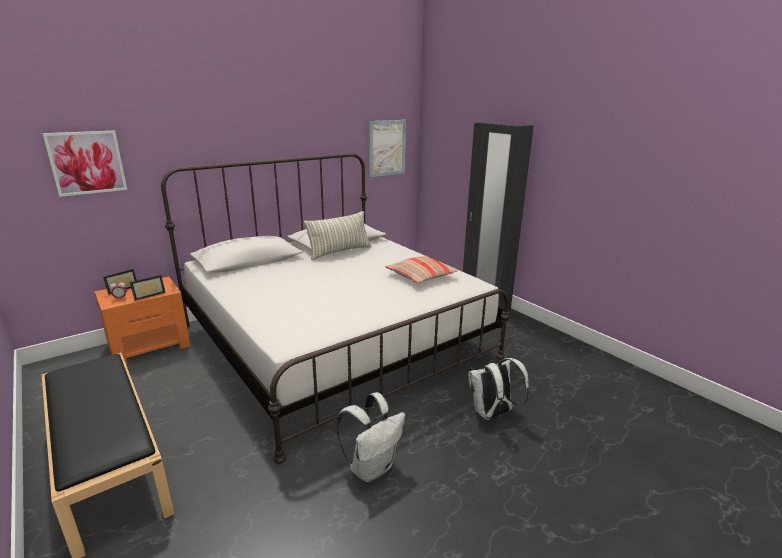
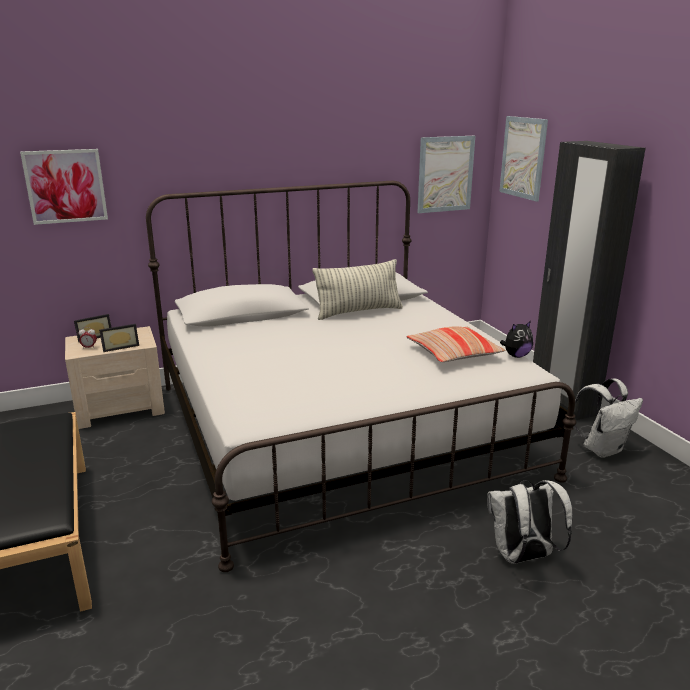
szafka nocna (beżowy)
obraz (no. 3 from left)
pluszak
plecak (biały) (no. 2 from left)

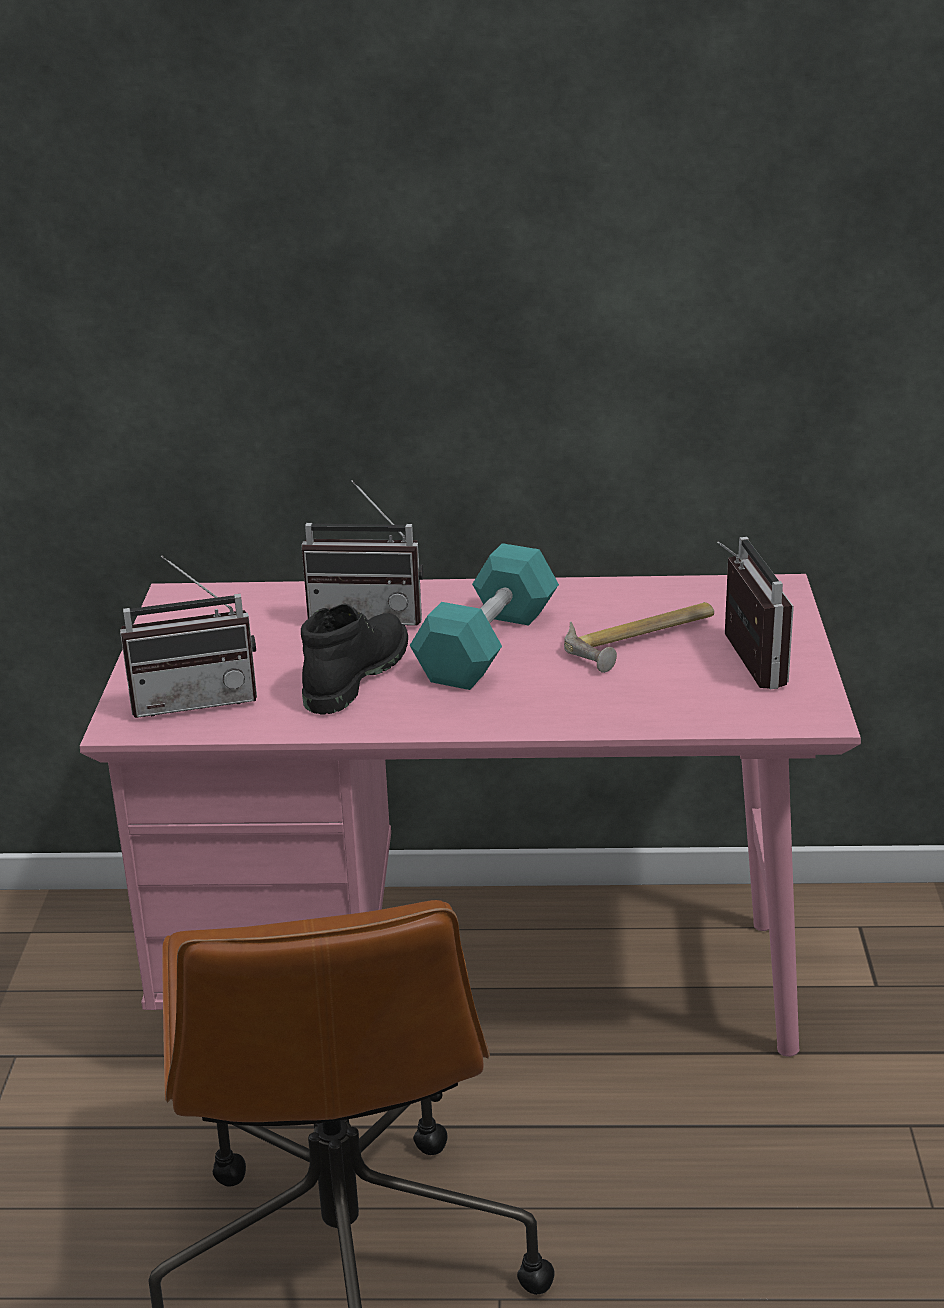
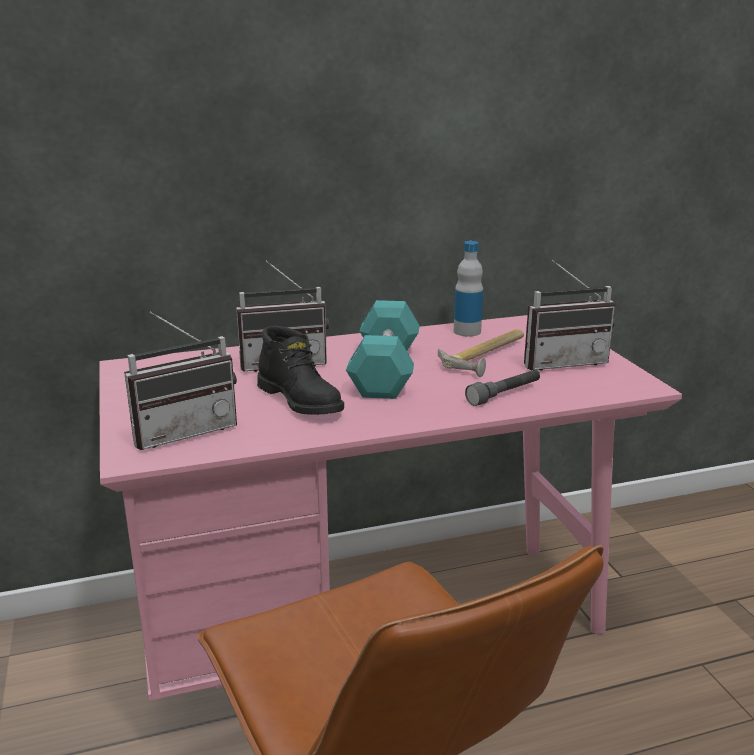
but z cholewką (czarny)
butelka
latarka (szary)
radio (no. 3 from left)

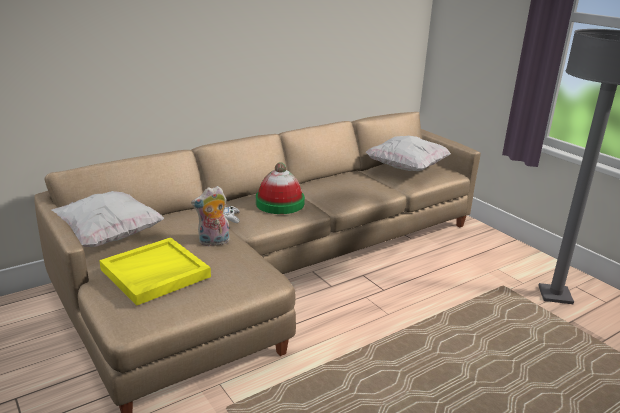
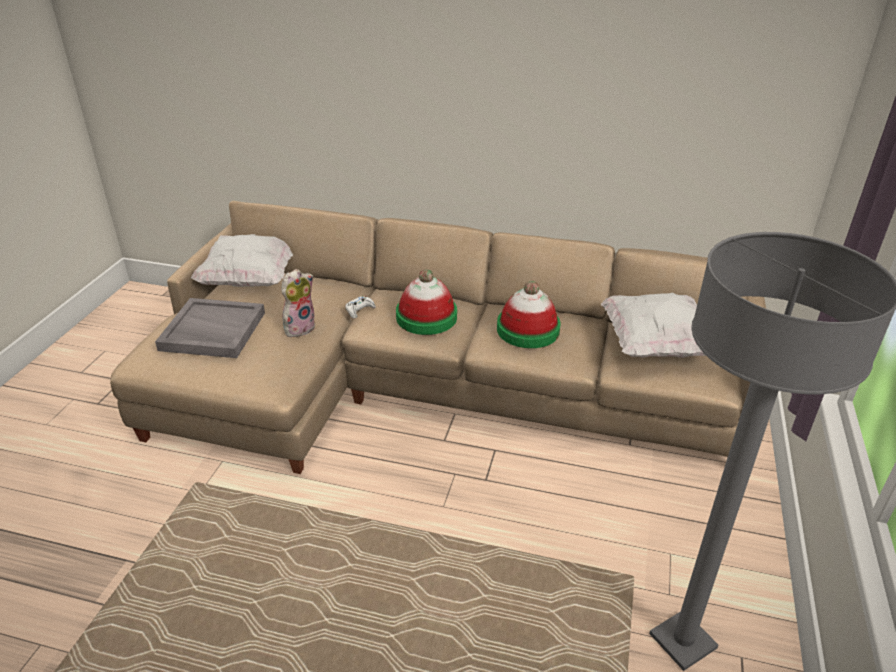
taca (szary)
pluszak
kapelusz (no. 2 from left)

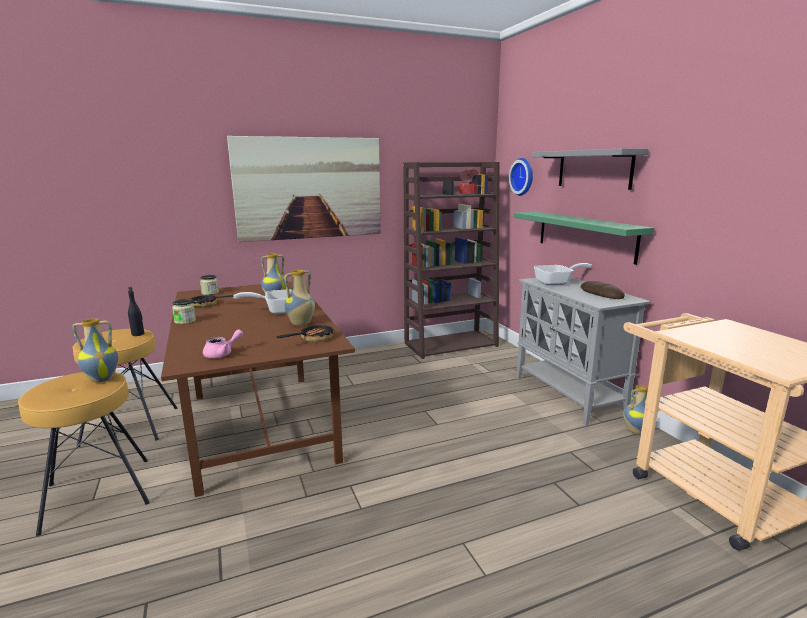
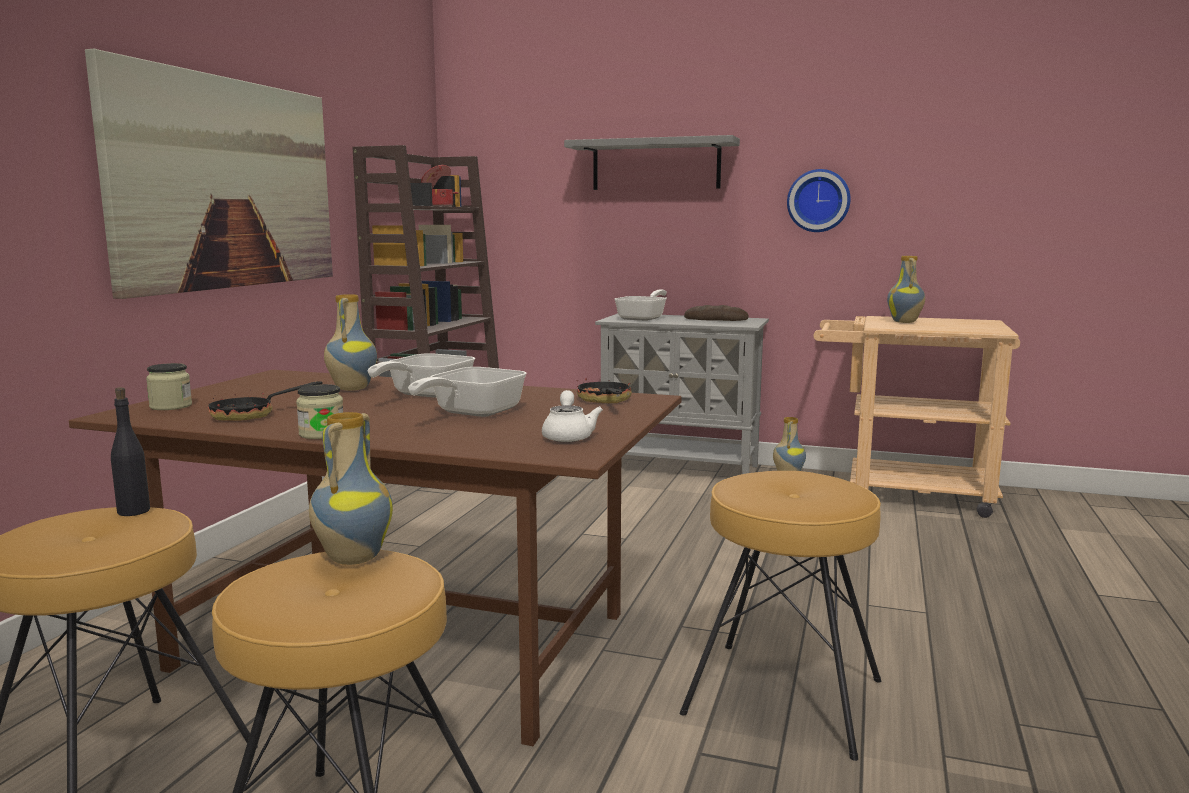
patelnia (no. 3 from left)
imbryk (biały)
stołek (brązowy) (no. 3 from left)
zegar ścienny
wazon (no. 4 from left)
półka (zielony)

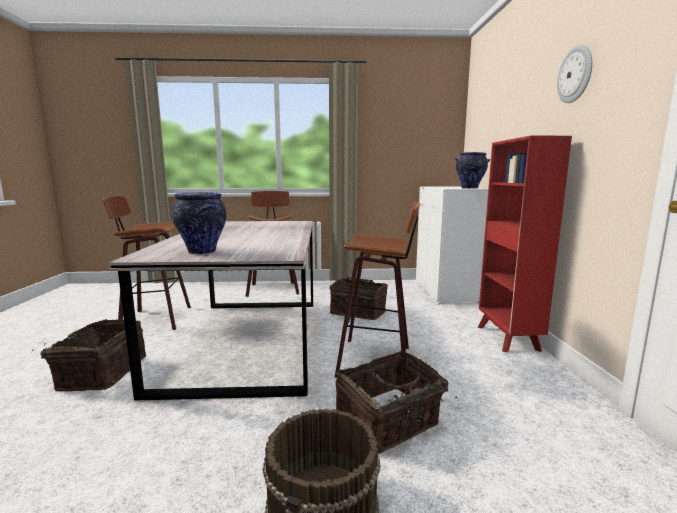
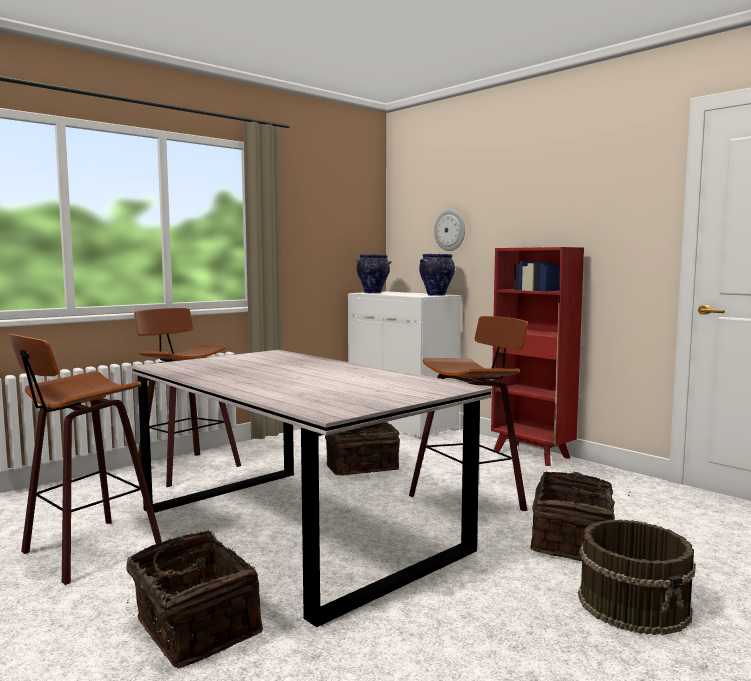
wazon (no. 1 from left)
zegar ścienny

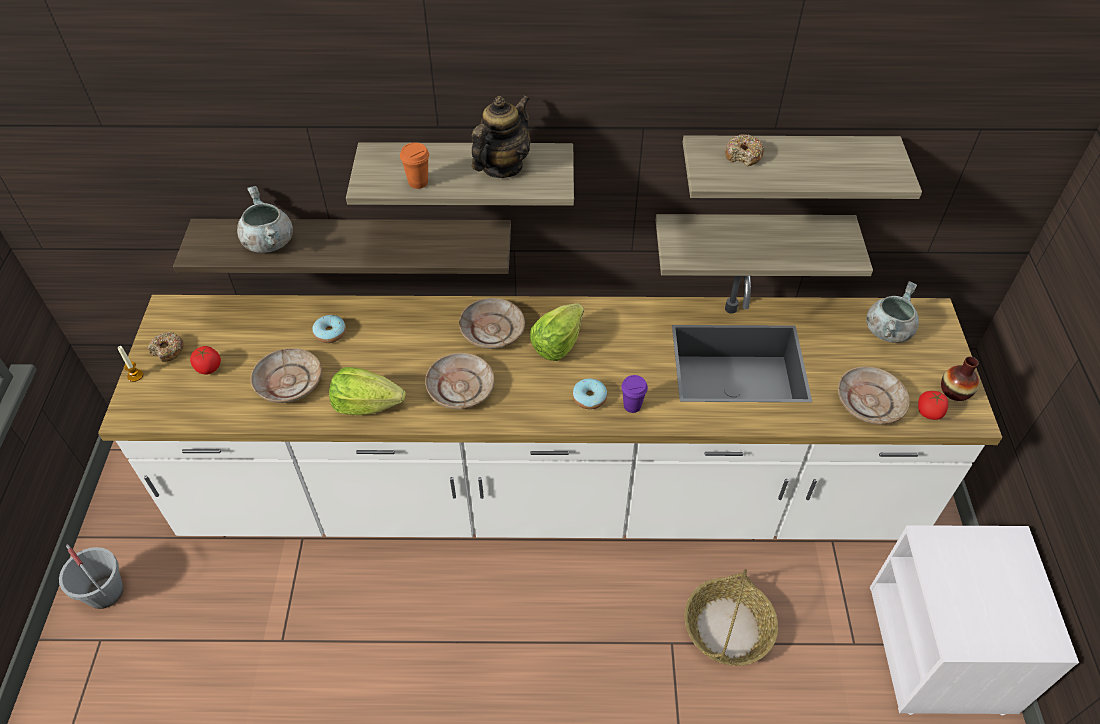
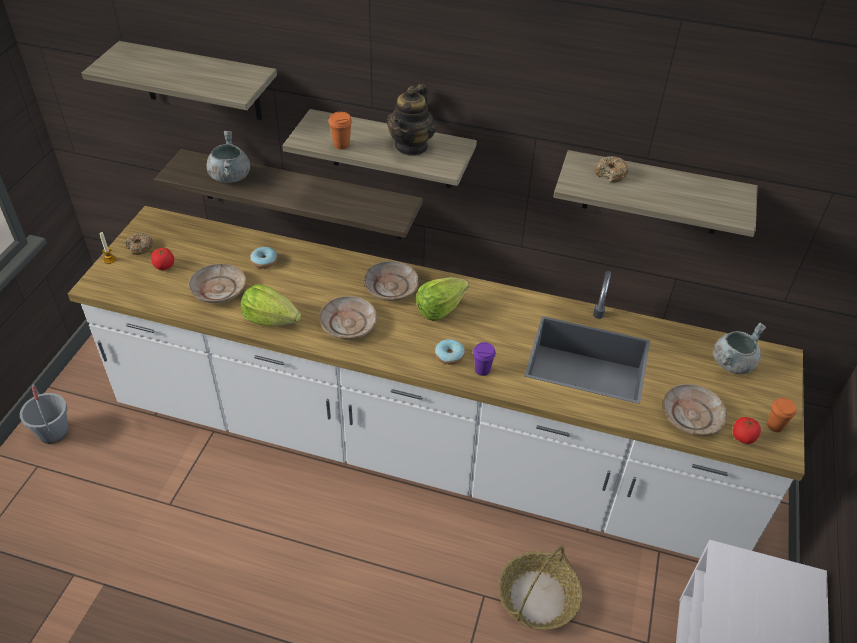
półka (no. 1 from left)
imbryk
filiżanka (pomarańczowy) (no. 2 from left)

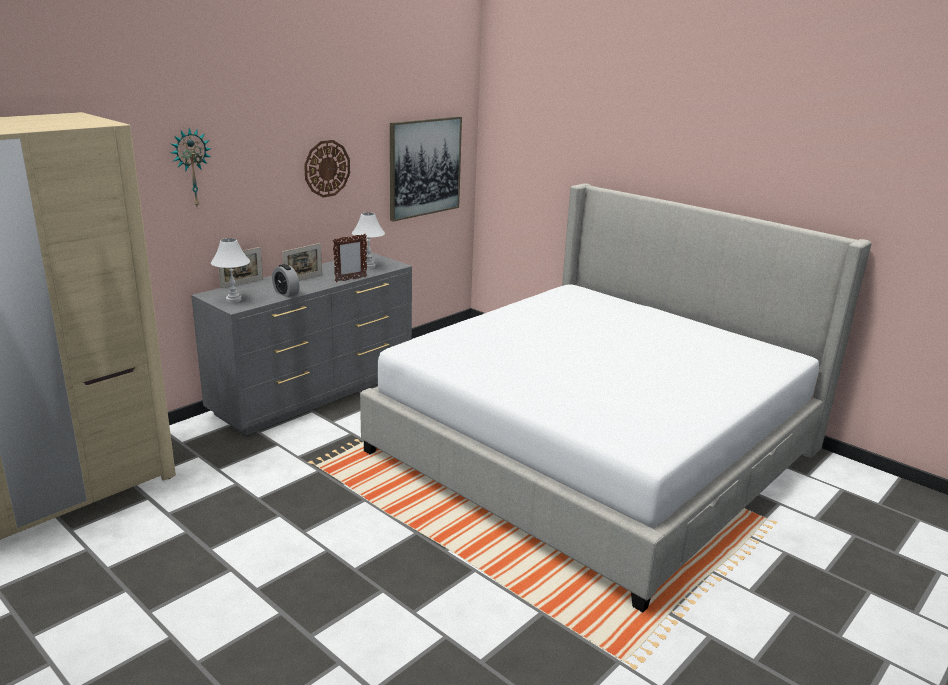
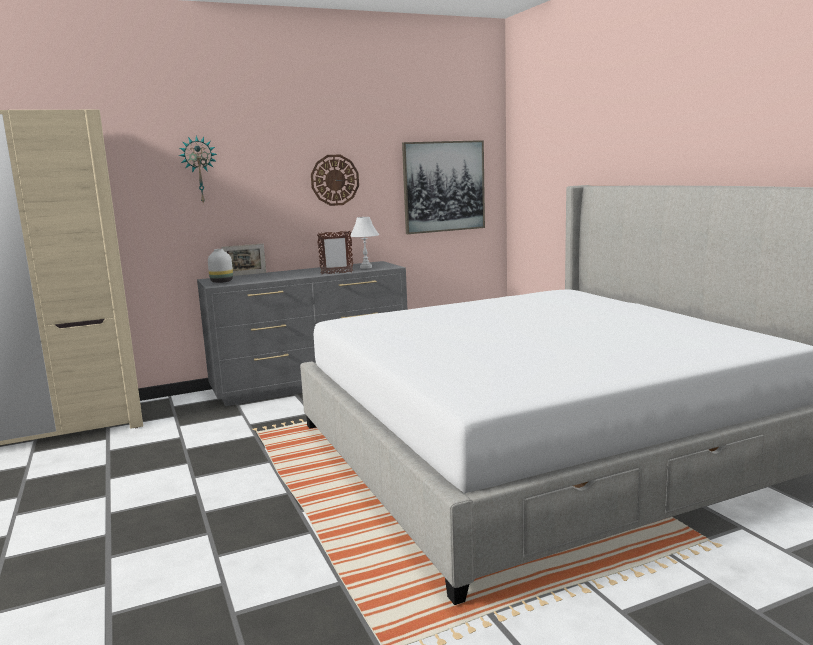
wazon (biały)
budzik
ramka na zdjęcie (no. 2 from left in the first image)

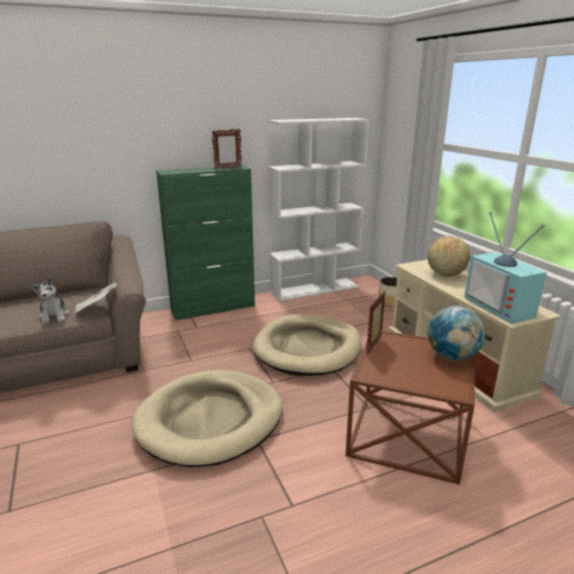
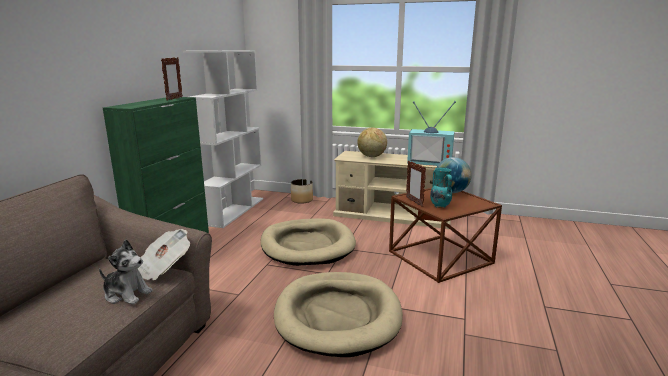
wazon (turkusowy)

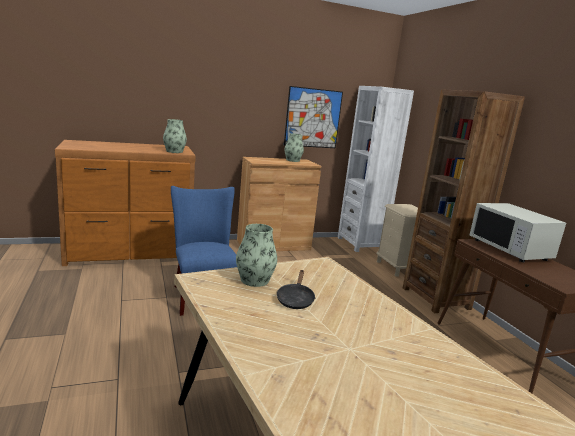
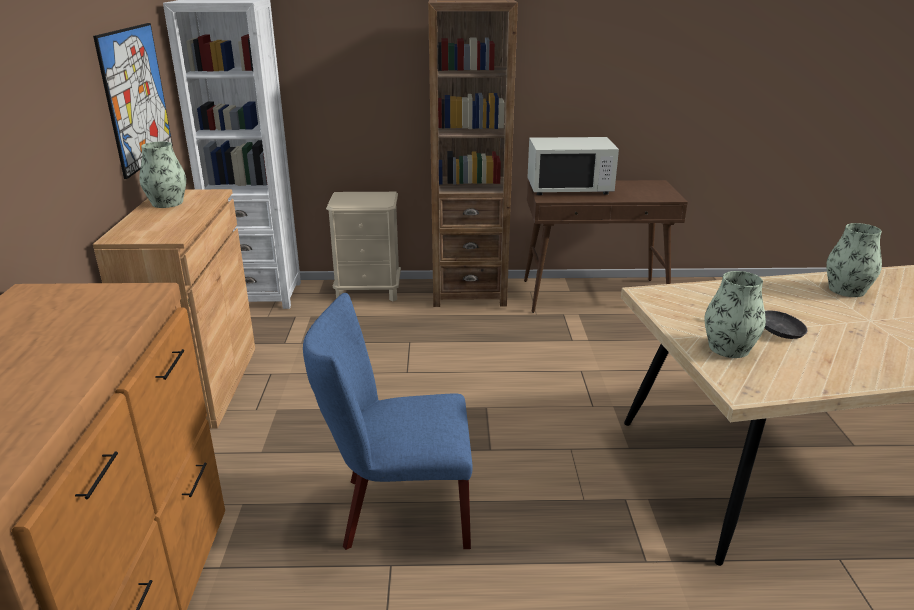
wazon (no. 3 from left)

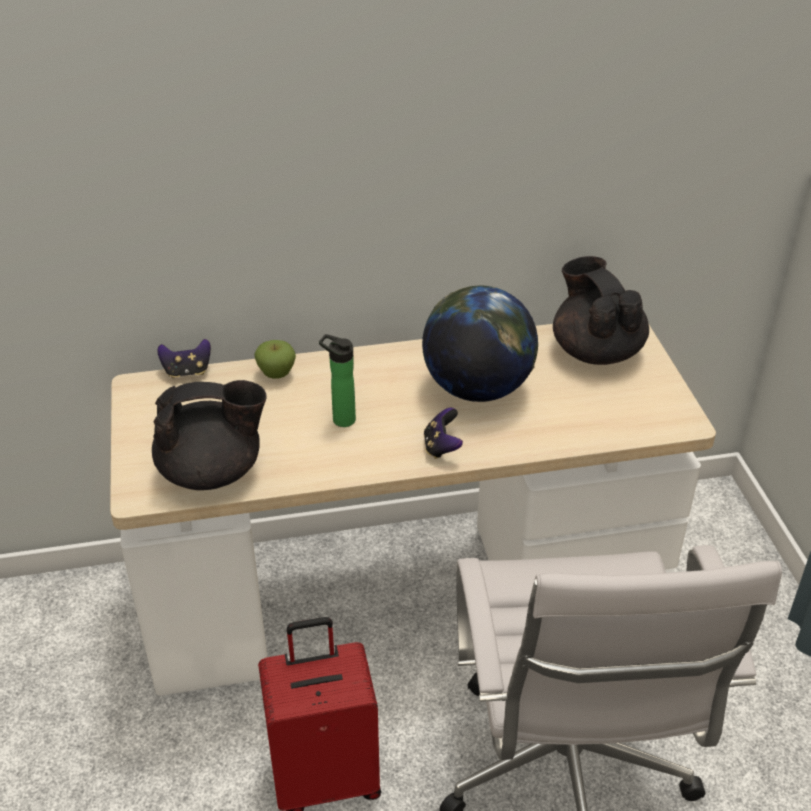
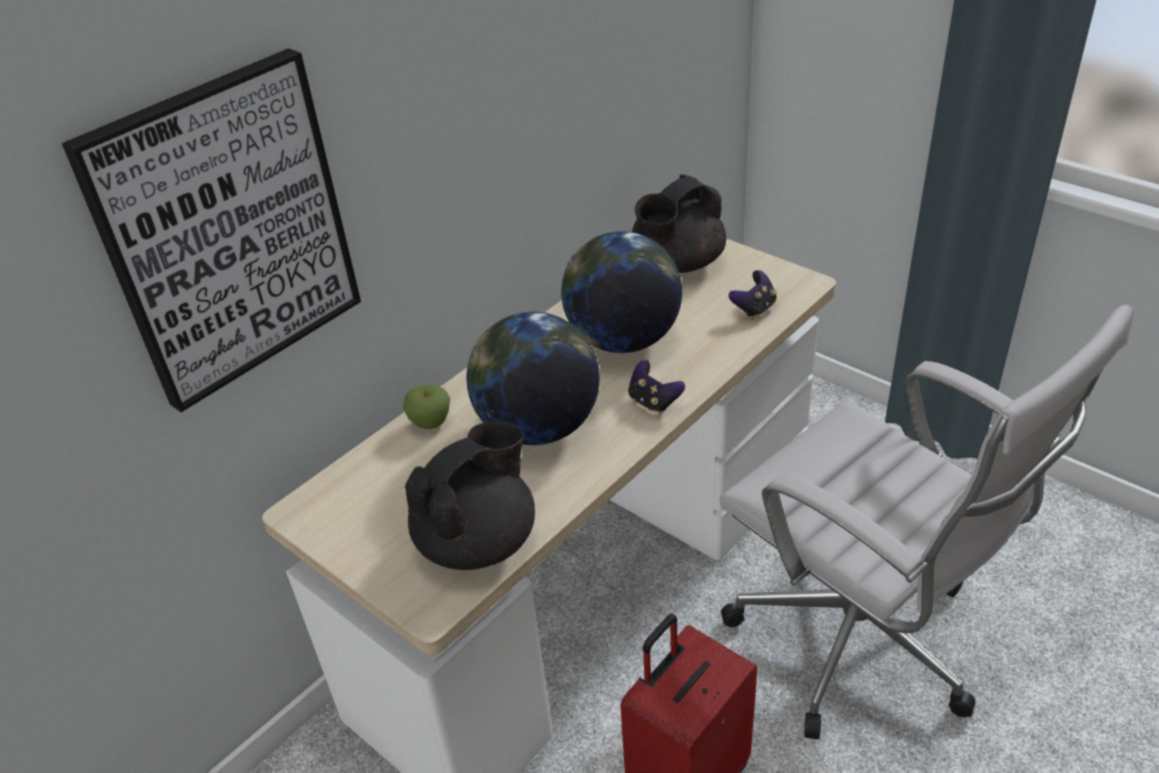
obraz
globus (no. 1 from left)
imbryk (czarny) (no. 2 from left)
pad do gier (no. 2 from left)

